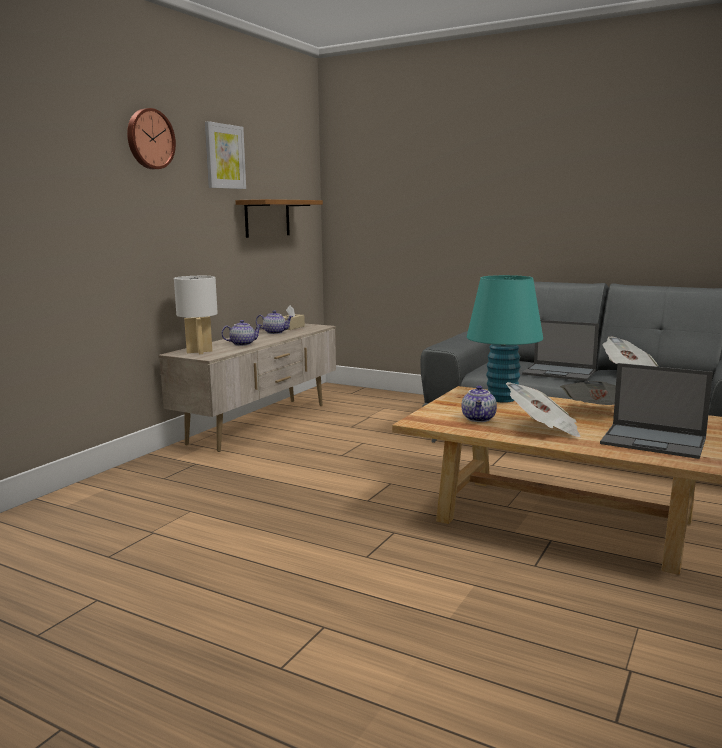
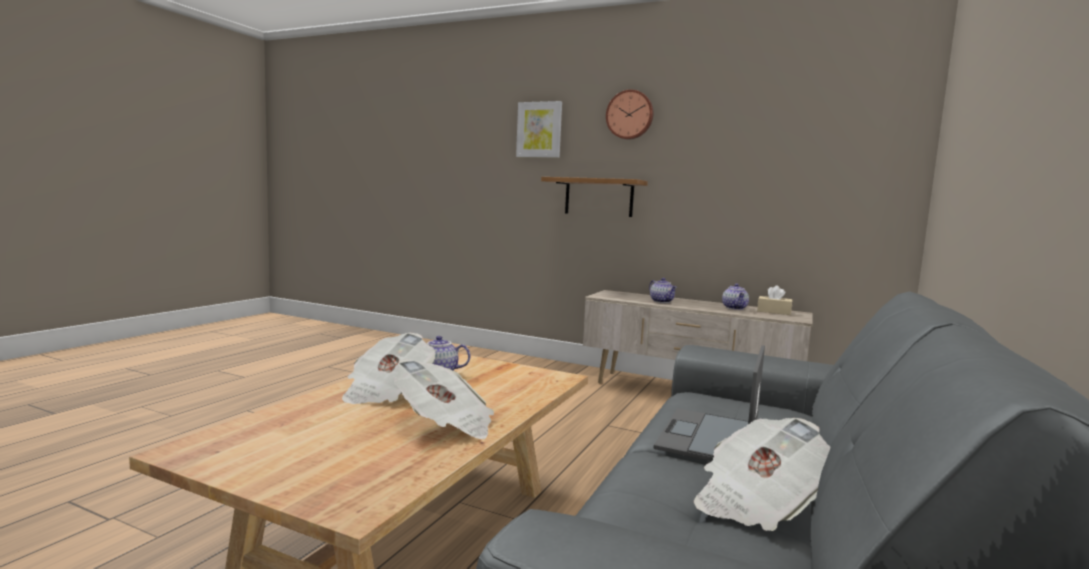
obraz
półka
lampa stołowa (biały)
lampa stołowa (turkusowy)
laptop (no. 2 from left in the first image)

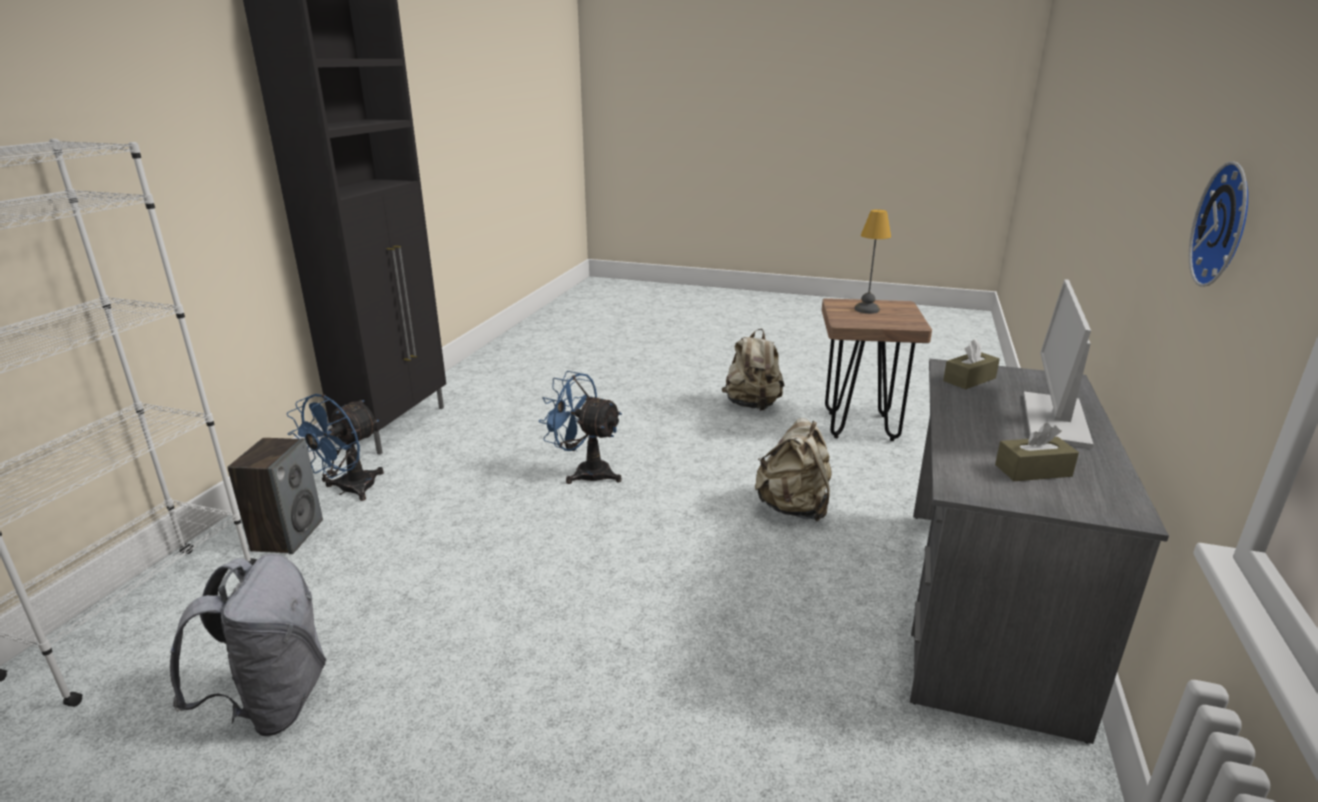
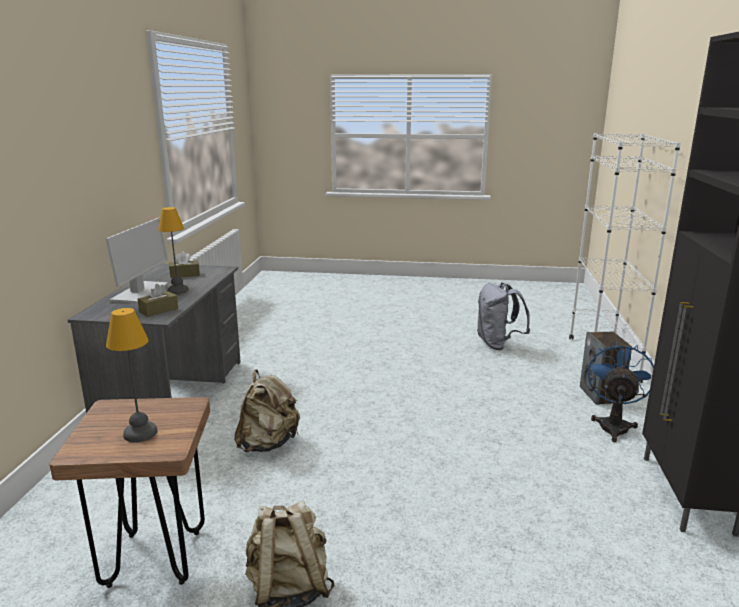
lampa stołowa (no. 2 from left)
wentylator (niebieski) (no. 2 from left in the first image)
zegar ścienny

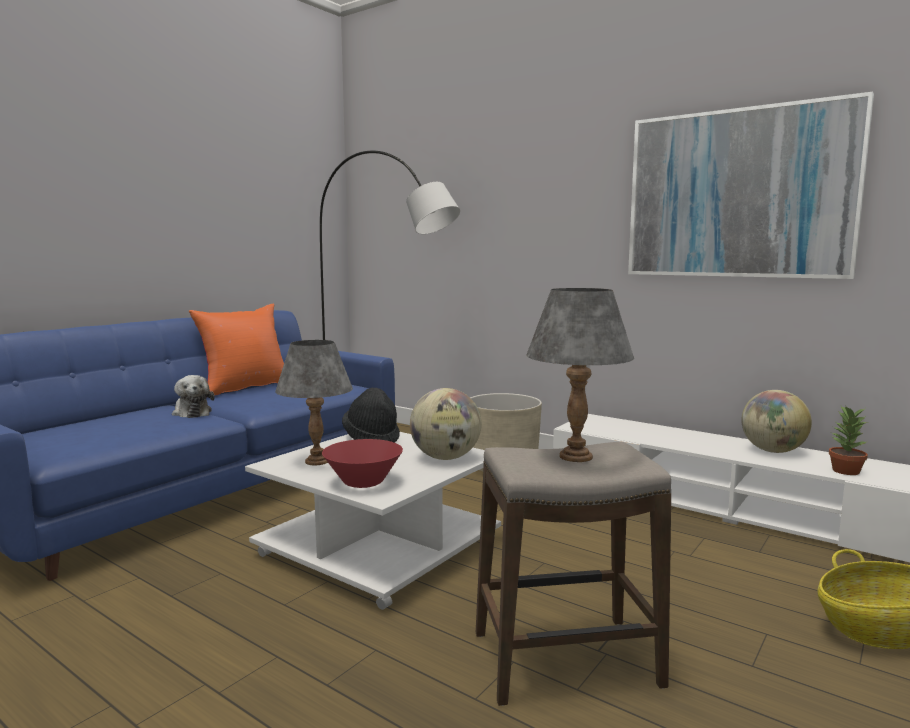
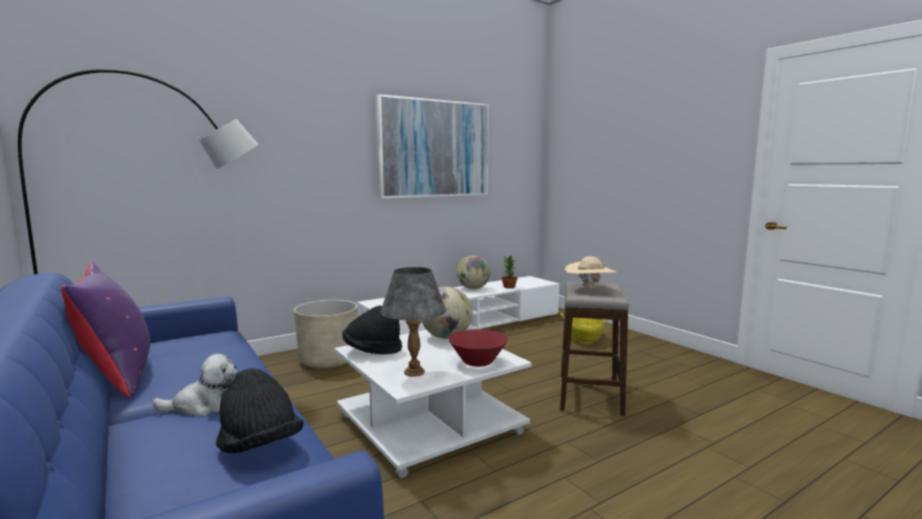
poduszka (fioletowy)
kapelusz (czarny) (no. 1 from left)
kapelusz (beżowy)

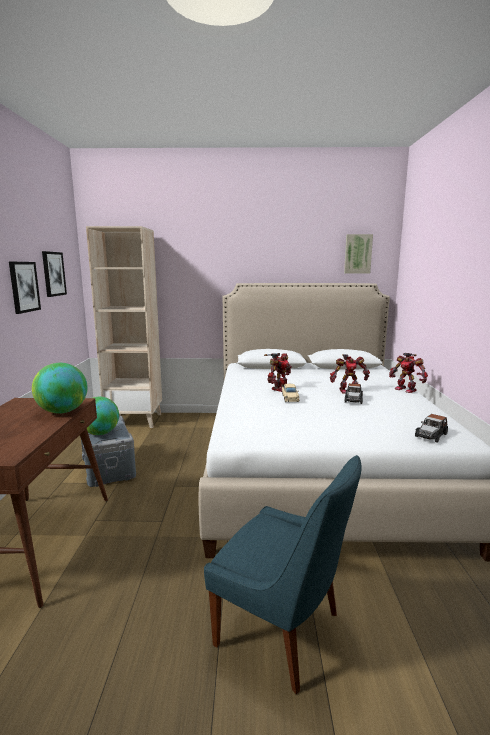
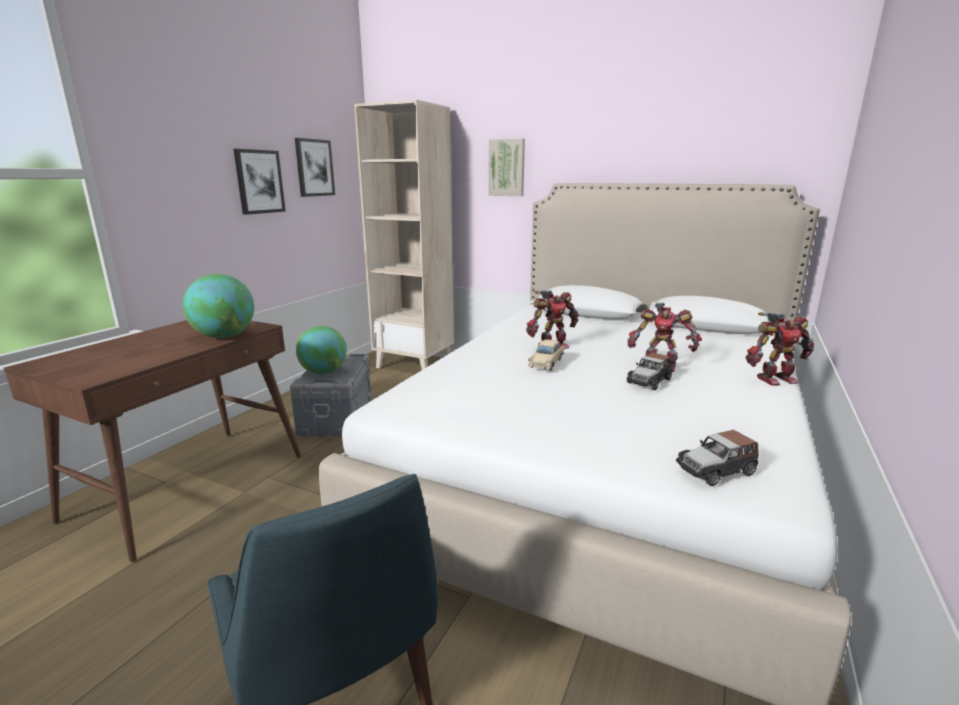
obraz (no. 3 from left)
robot zabawkowy (no. 3 from left)

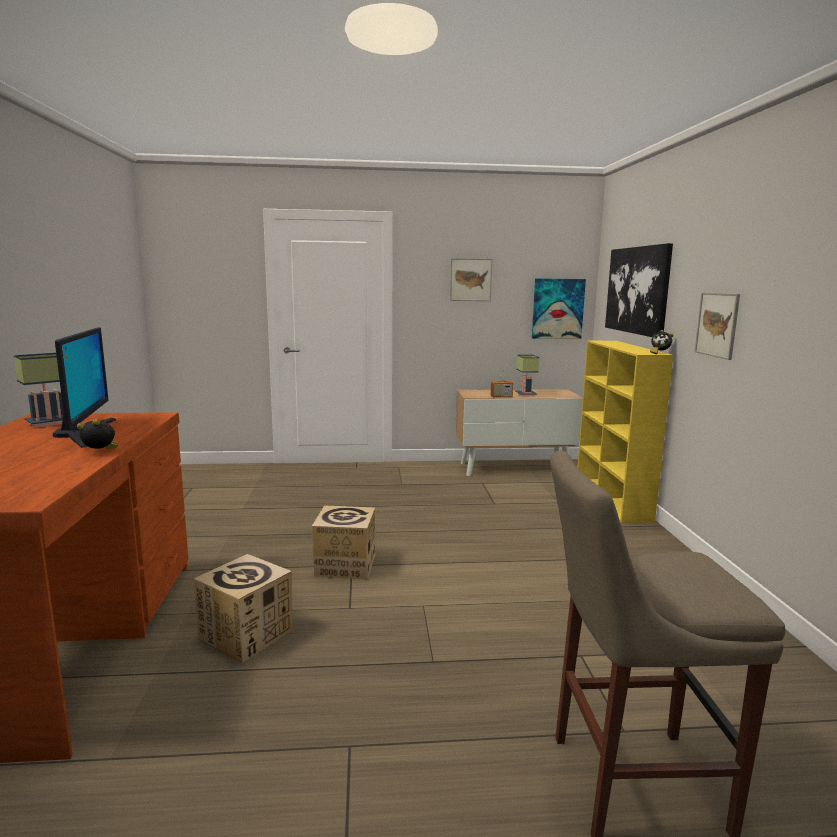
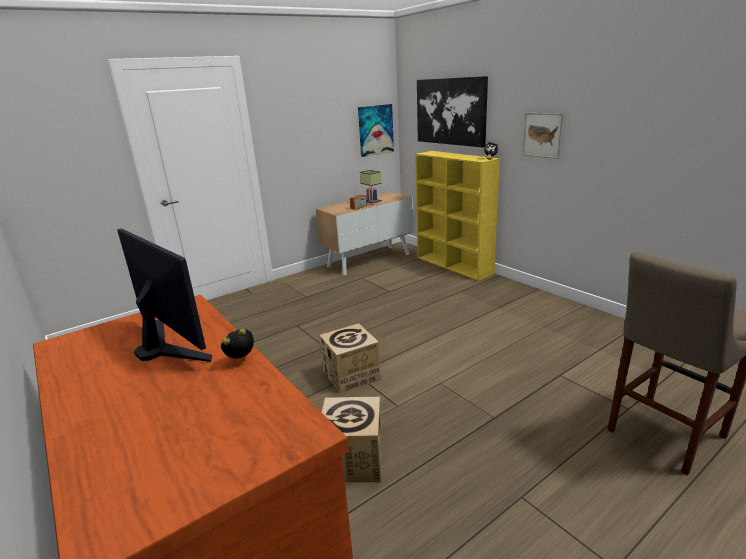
lampa stołowa (no. 1 from left in the first image)
obraz (no. 1 from left in the first image)

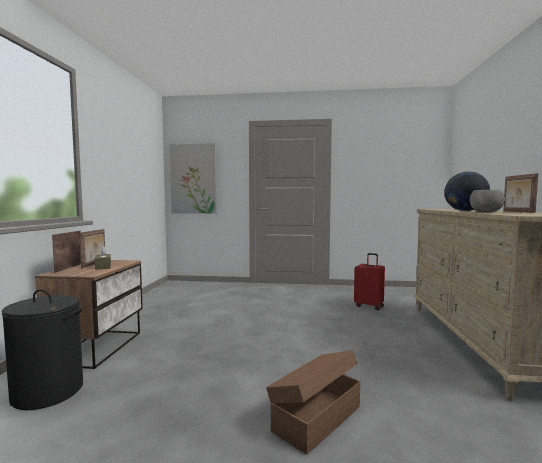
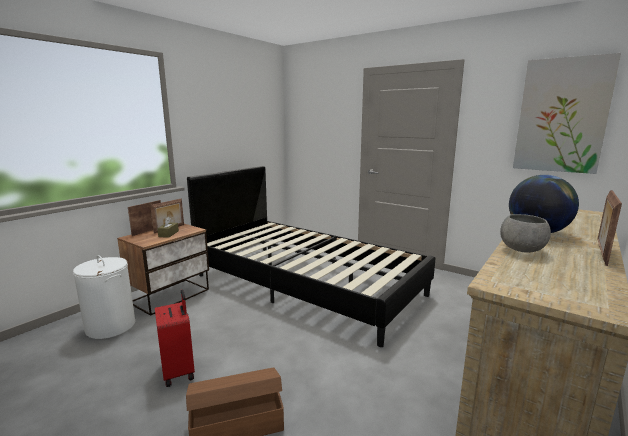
kosz na pranie (biały)
walizka (czerwony)
łóżko (czarny)
obraz

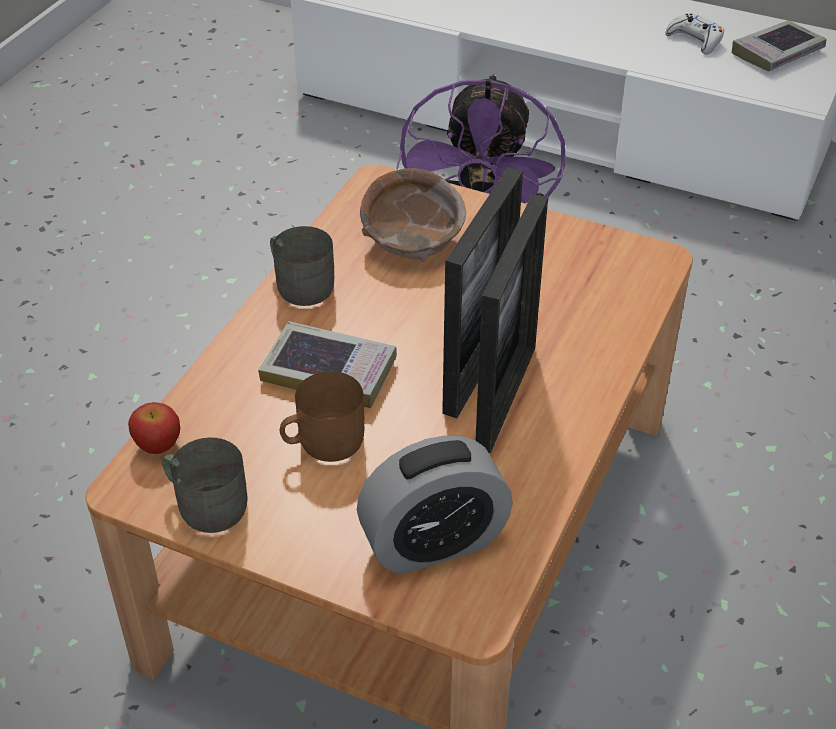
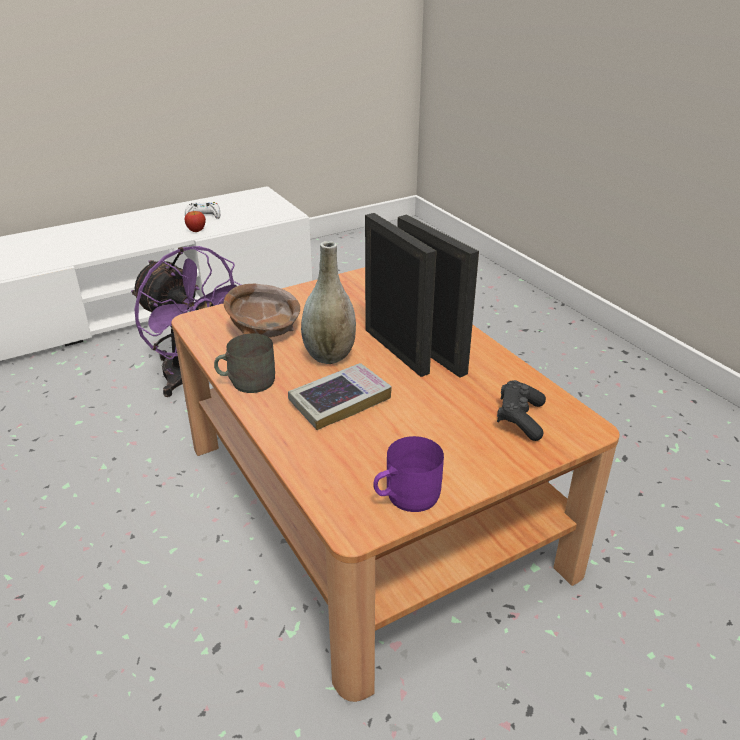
jabłko
wazon (szary)
kubek (fioletowy)
pad do gier (czarny)
kubek (brązowy)
książka (no. 2 from left in the first image)

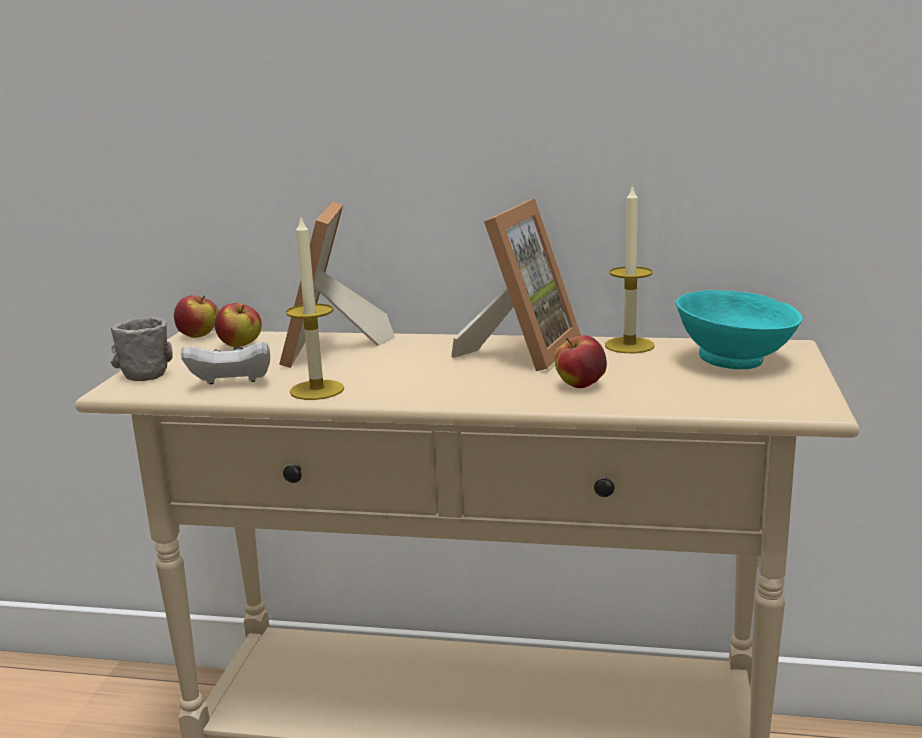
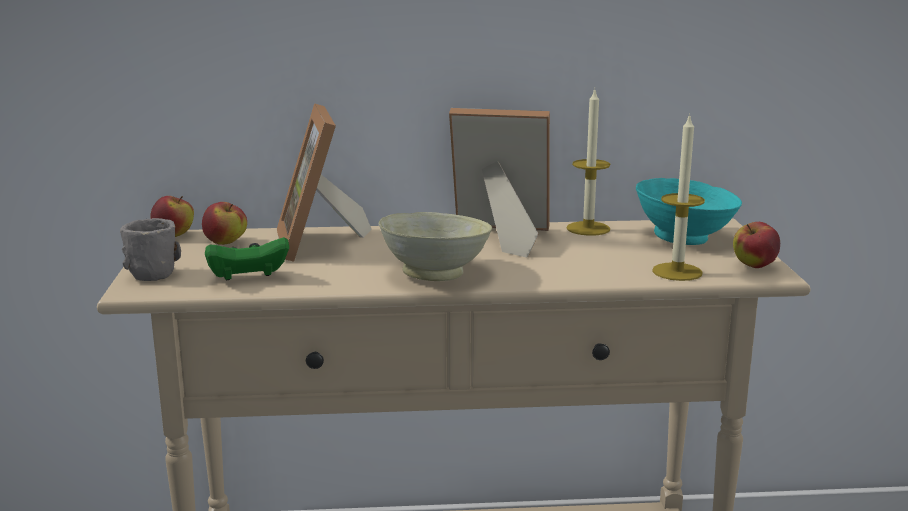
pad do gier (zielony)
miska (beżowy)
ramka na zdjęcie (no. 2 from left)
świeca (no. 2 from left)
jabłko (no. 3 from left)

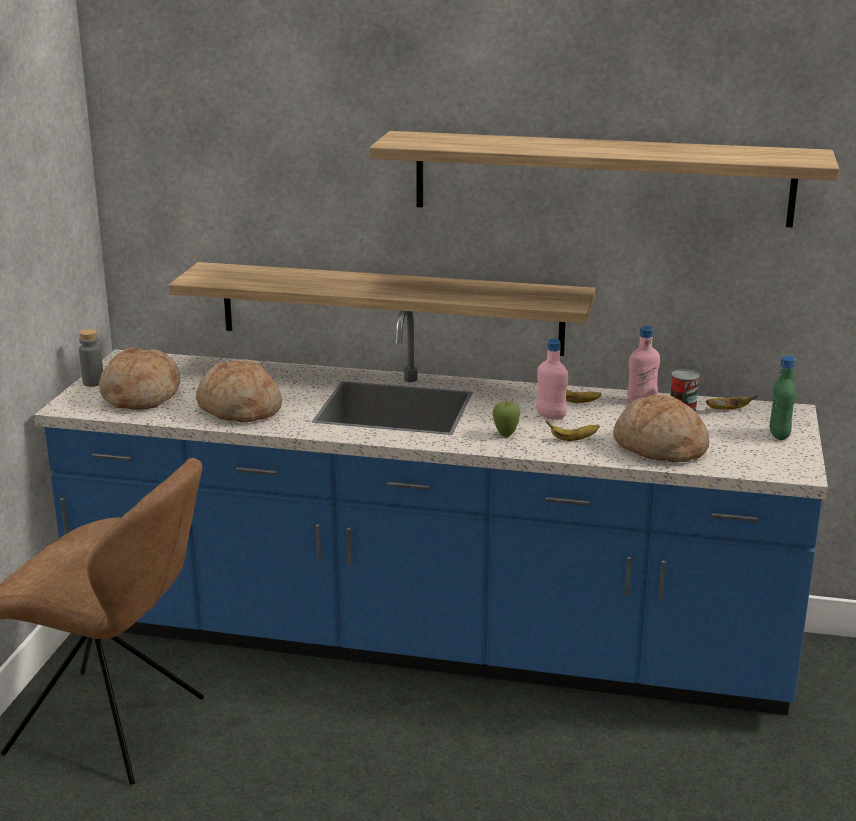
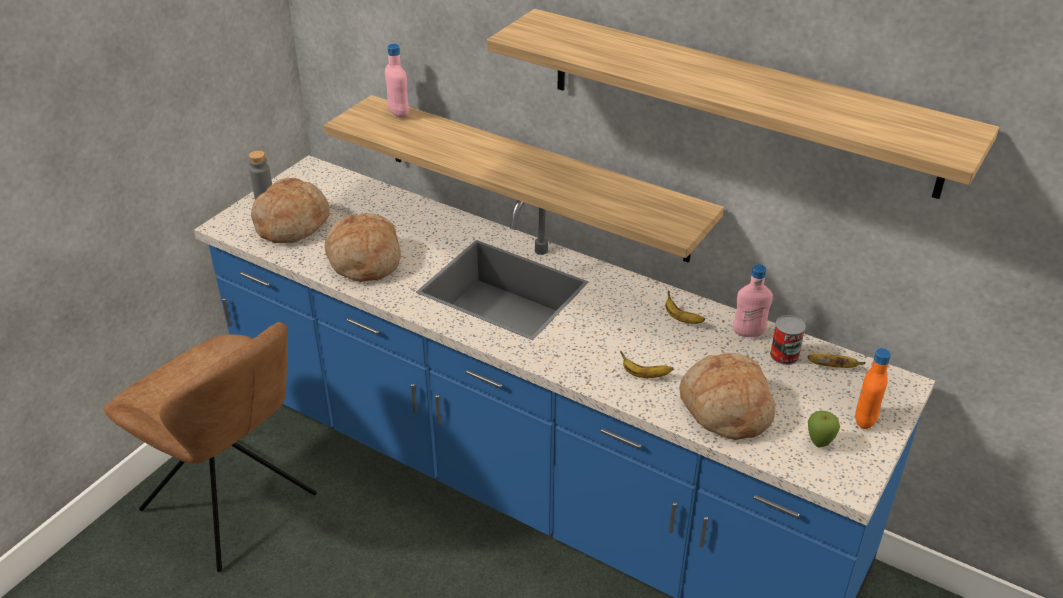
butelka (różowy) (no. 1 from left)
jabłko
butelka (pomarańczowy)

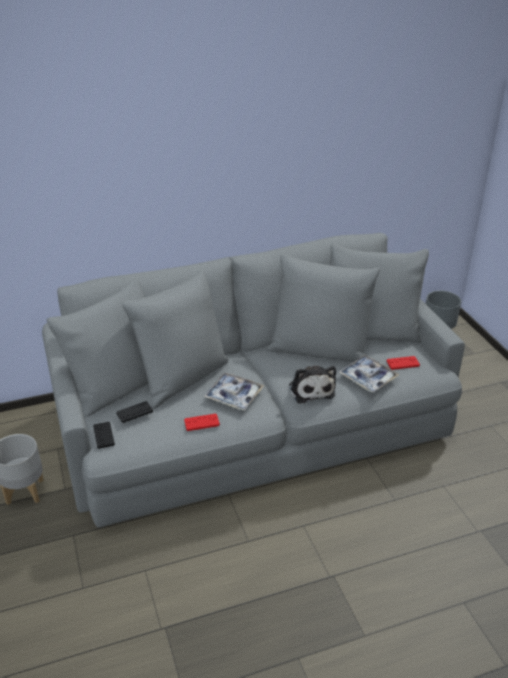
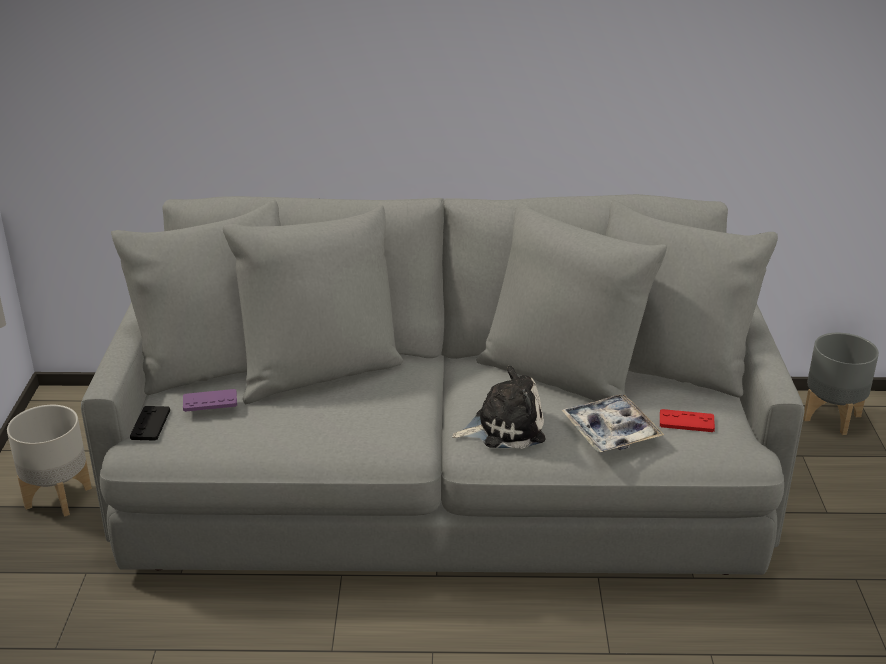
pad do gier (fioletowy)
pluszak
pad do gier (czerwony) (no. 1 from left in the first image)
taca (no. 1 from left in the first image)

